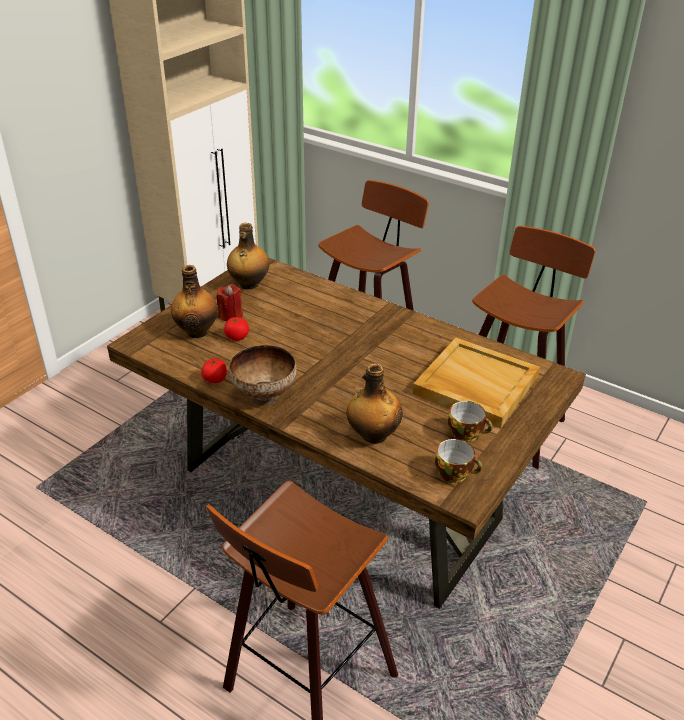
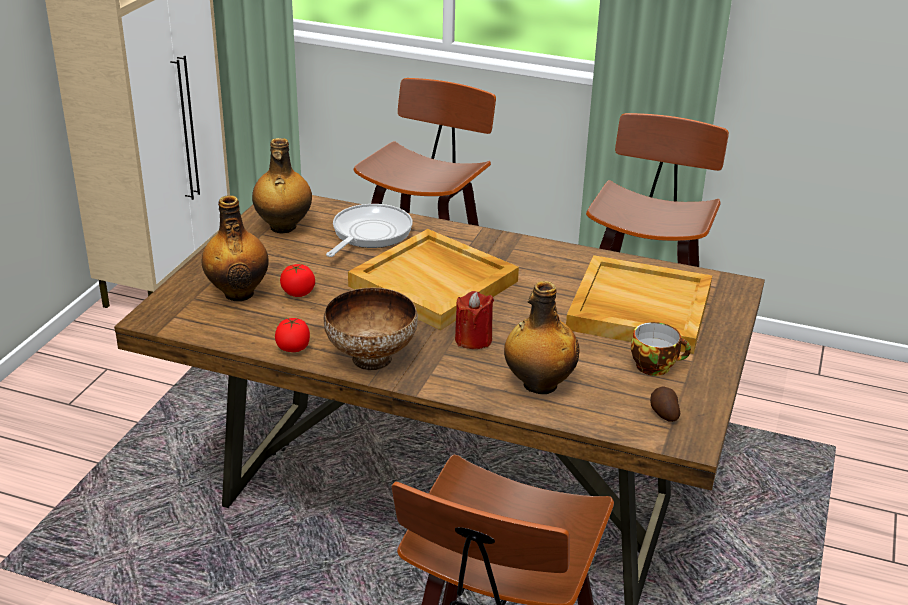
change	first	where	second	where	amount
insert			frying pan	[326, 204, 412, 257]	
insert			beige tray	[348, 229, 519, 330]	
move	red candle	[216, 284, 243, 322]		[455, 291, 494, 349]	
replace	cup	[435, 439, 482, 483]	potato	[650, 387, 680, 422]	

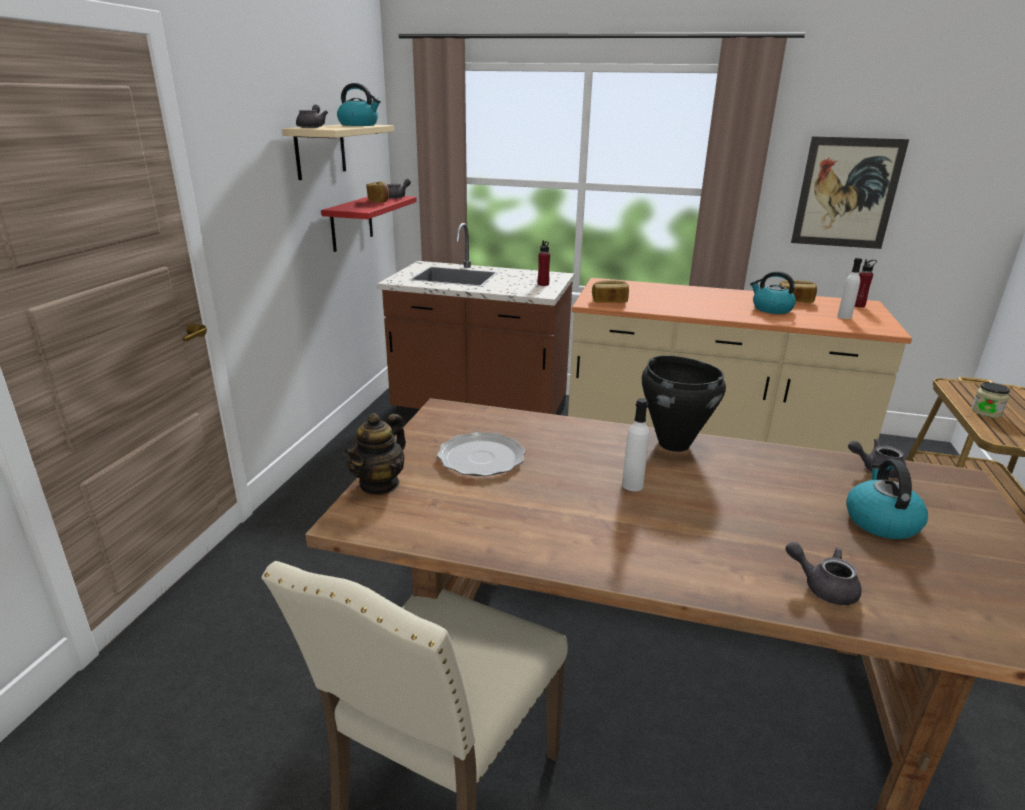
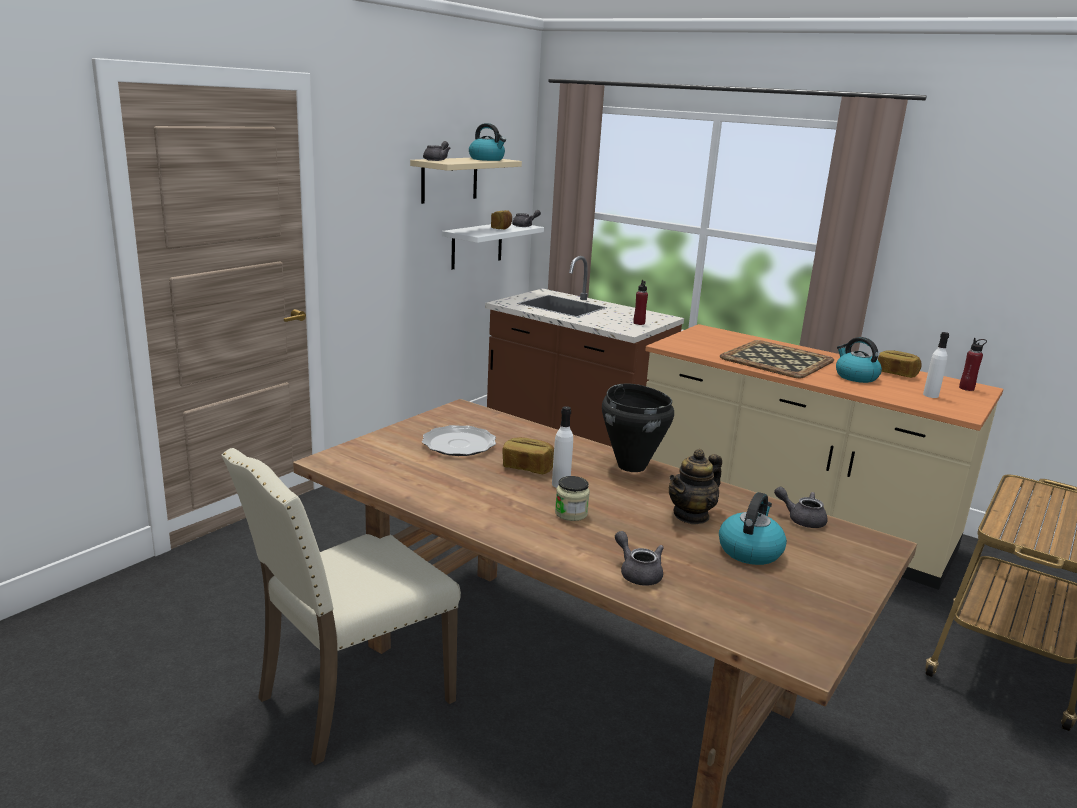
change	first	where	second	where	amount
delete	picture	[791, 136, 909, 249]			
insert			tray	[720, 340, 834, 378]	
move	teapot	[343, 413, 406, 495]		[669, 449, 722, 525]	
move	bread	[592, 280, 629, 303]		[502, 437, 554, 474]	
move	jar	[971, 382, 1010, 418]		[555, 476, 590, 521]	
recolor	red shelf	[321, 196, 417, 252]	white shelf	[442, 223, 544, 270]	

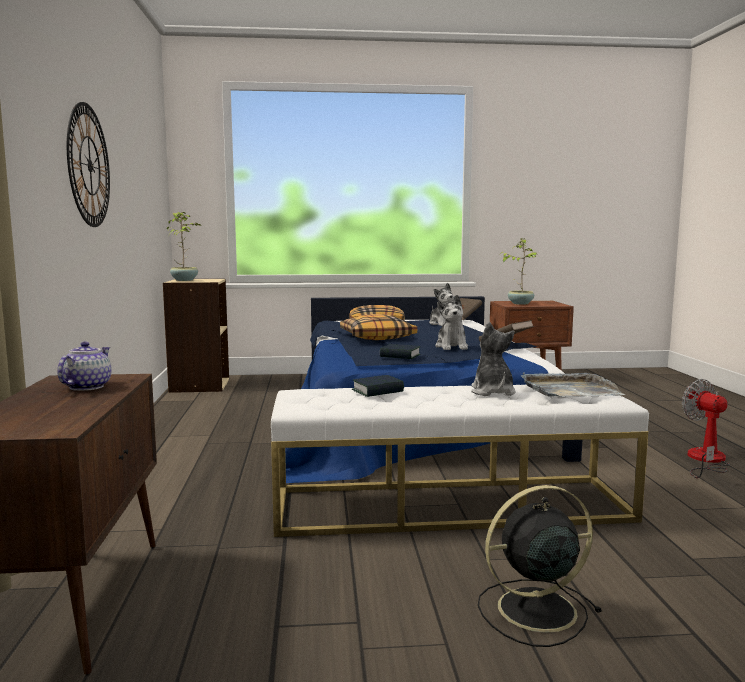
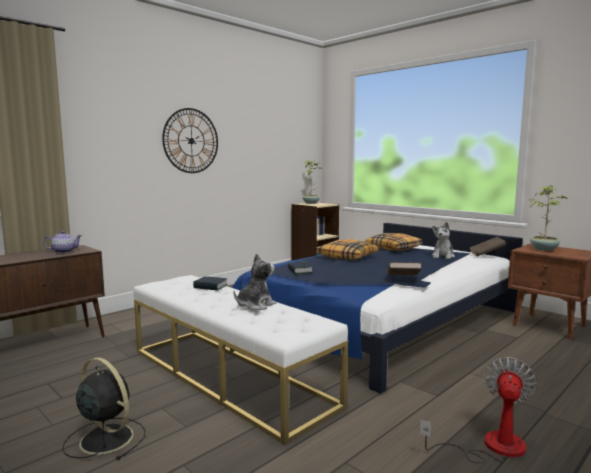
change	first	where	second	where	amount
delete	plush toy	[435, 295, 468, 350]			
delete	grey tray	[521, 372, 626, 397]			

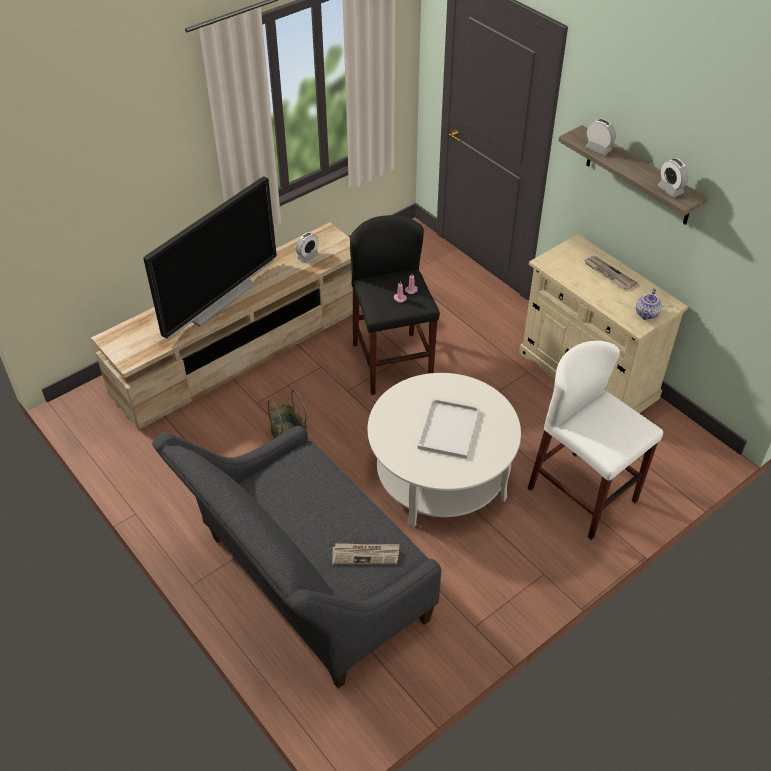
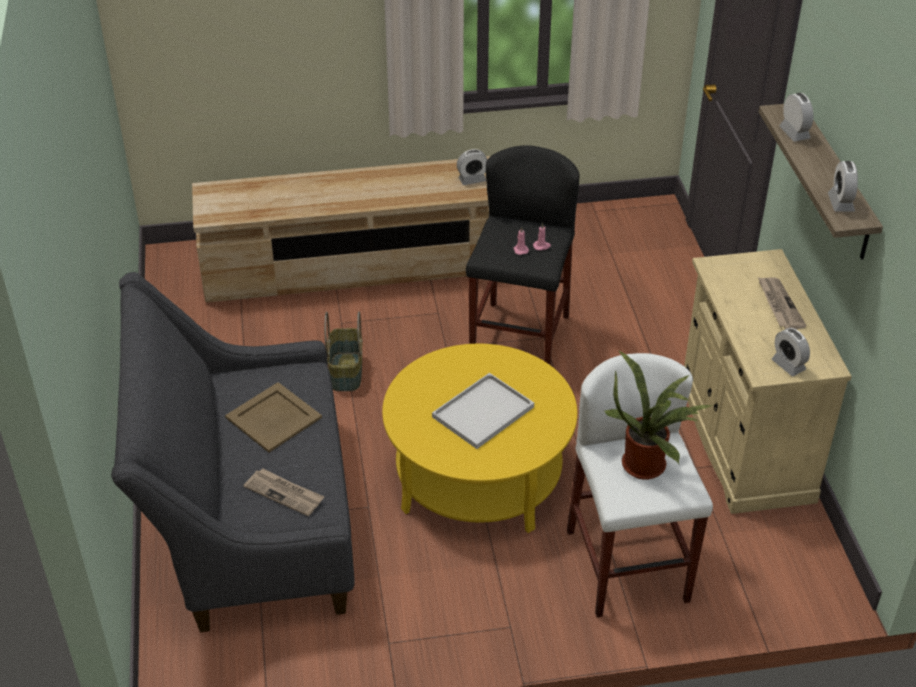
change	first	where	second	where	amount
delete	television	[143, 176, 277, 339]			
insert			beige tray	[225, 382, 322, 452]	
insert			potted plant	[604, 351, 712, 480]	
replace	teapot	[636, 289, 662, 320]	alarm clock	[771, 328, 810, 376]	
recolor	white coffee table	[367, 373, 521, 527]	yellow coffee table	[382, 344, 577, 533]	

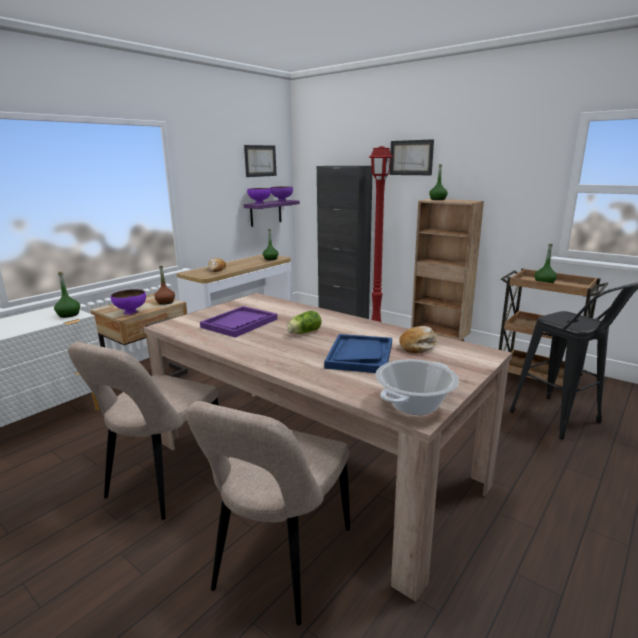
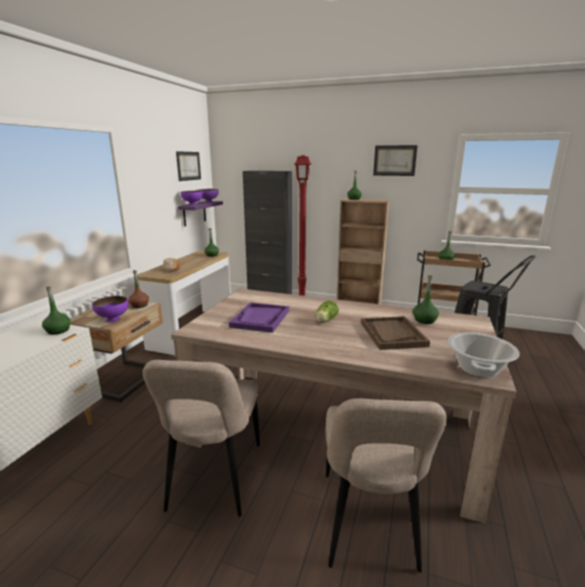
change	first	where	second	where	amount
move	picture	[390, 139, 434, 175]		[373, 145, 417, 176]	
replace	bread	[399, 326, 438, 353]	green bottle	[413, 275, 439, 324]	
recolor	blue tray	[324, 334, 392, 373]	brown tray	[361, 316, 430, 350]	

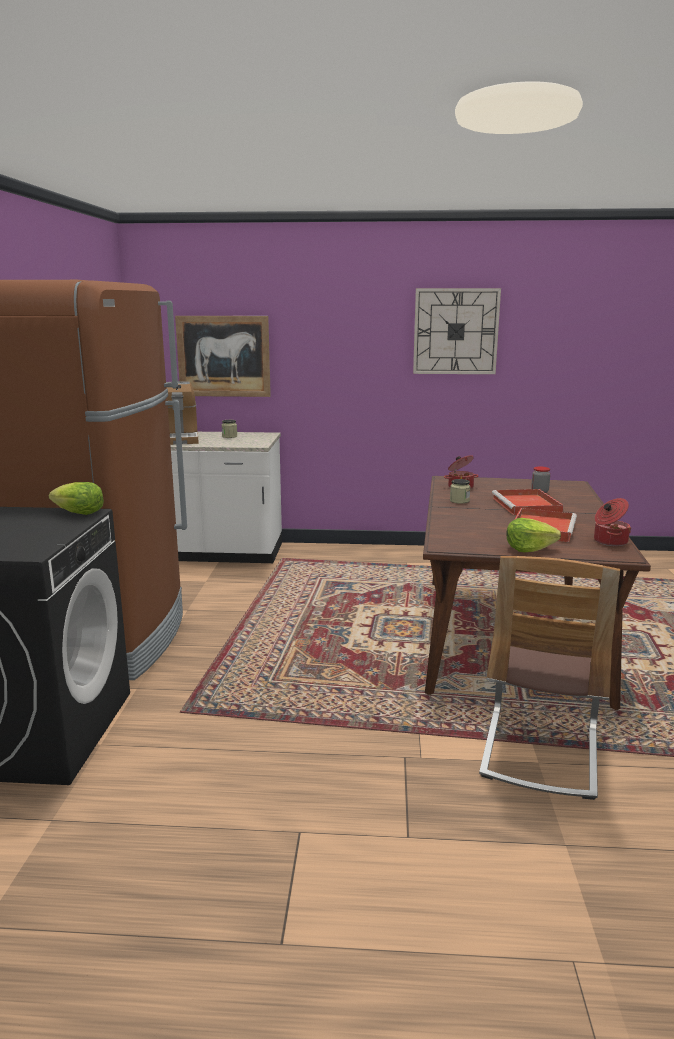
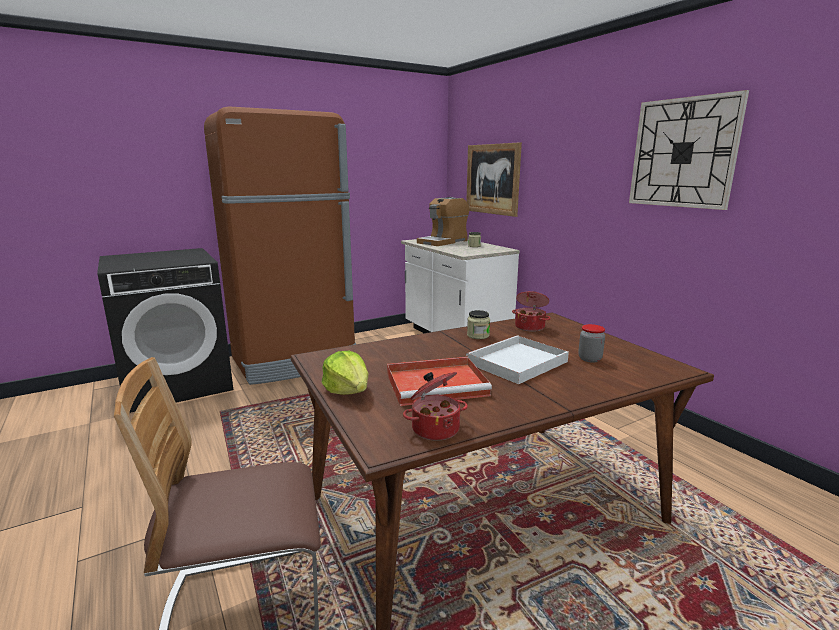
change	first	where	second	where	amount
delete	lettuce	[49, 482, 104, 515]			
recolor	red tray	[492, 489, 564, 515]	white tray	[466, 336, 569, 384]	

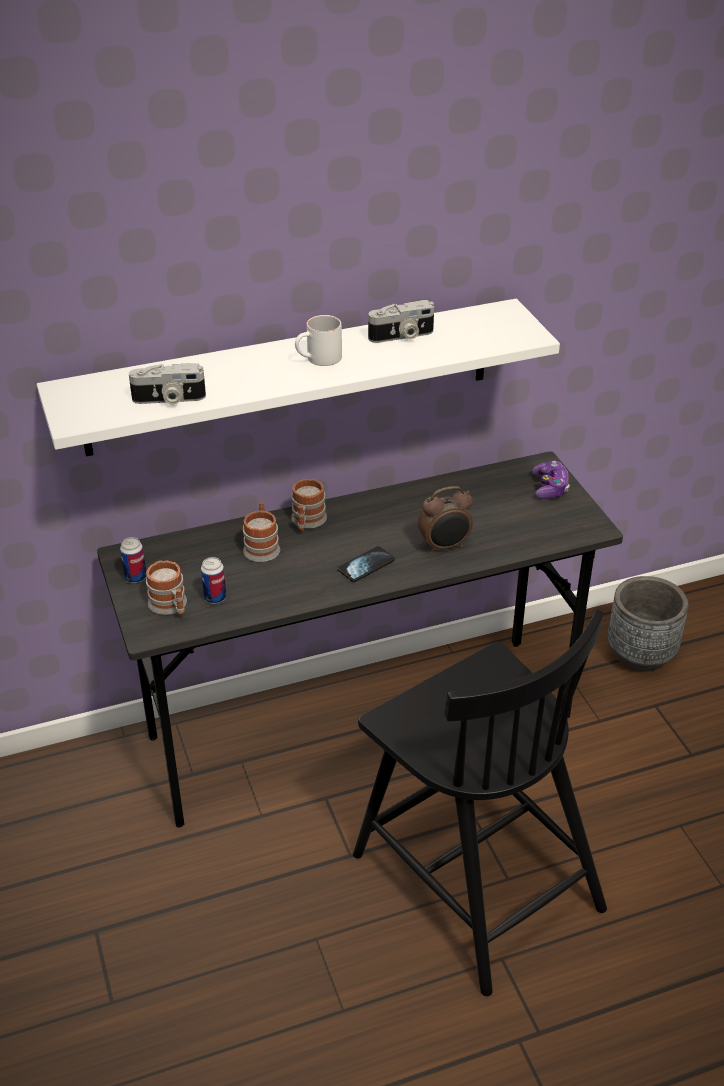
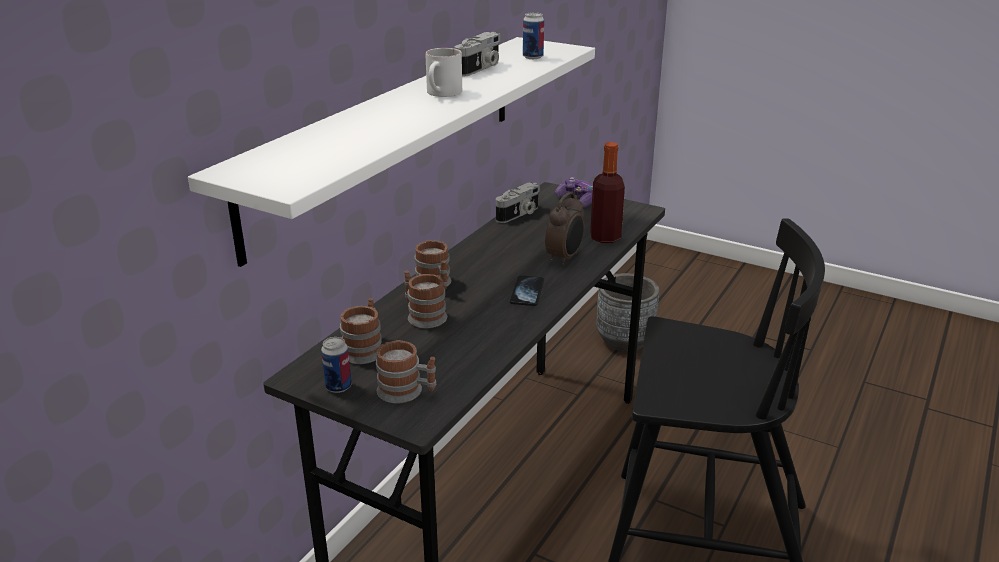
change	first	where	second	where	amount
insert			mug	[340, 298, 382, 364]	
insert			bottle	[590, 142, 625, 243]	
move	photo camera	[129, 363, 206, 404]		[496, 182, 540, 223]	
move	can	[201, 557, 226, 604]		[523, 12, 544, 59]	

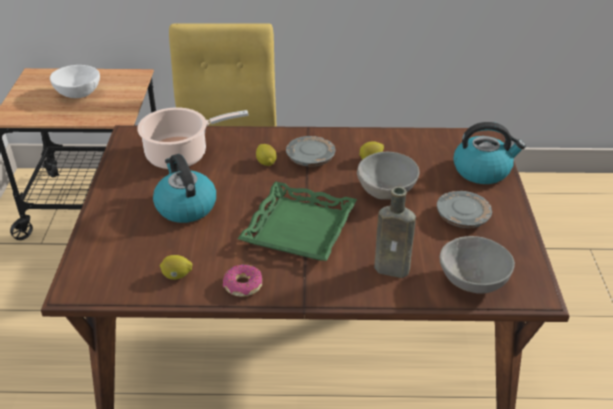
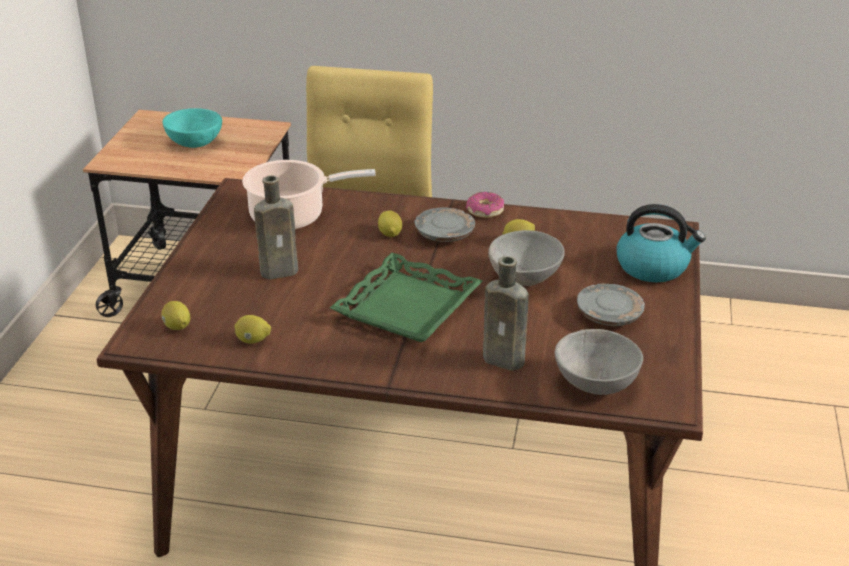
change	first	where	second	where	amount
insert			lemon	[161, 301, 190, 330]	
move	donut	[223, 264, 262, 297]		[466, 192, 504, 218]	
replace	kettle	[153, 154, 216, 223]	brown bottle	[254, 175, 298, 279]	
recolor	white bowl	[50, 65, 100, 98]	turquoise bowl	[162, 108, 222, 148]	

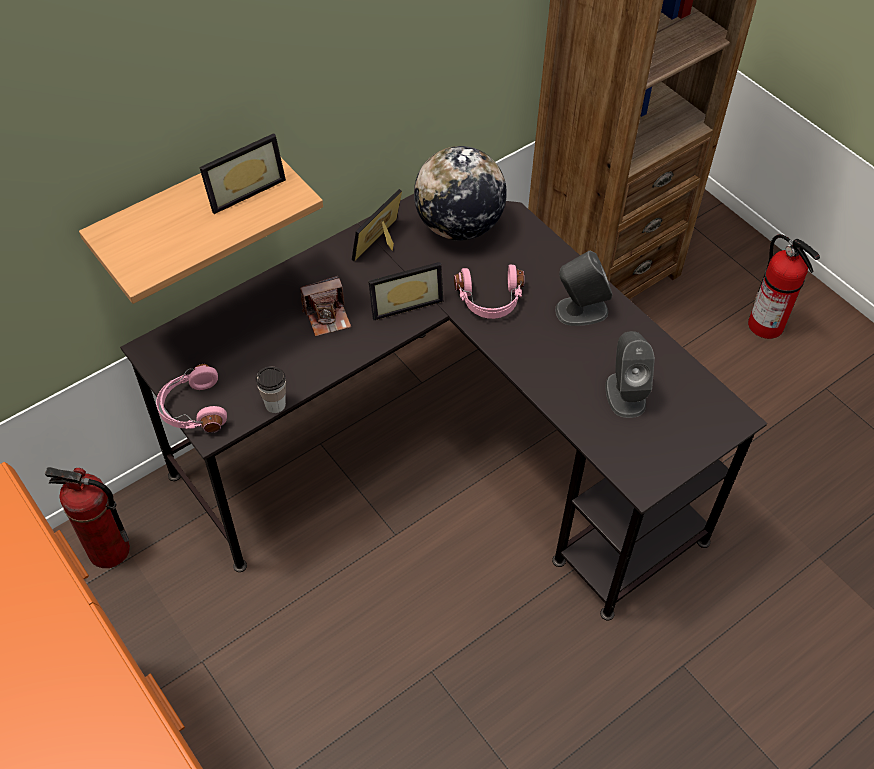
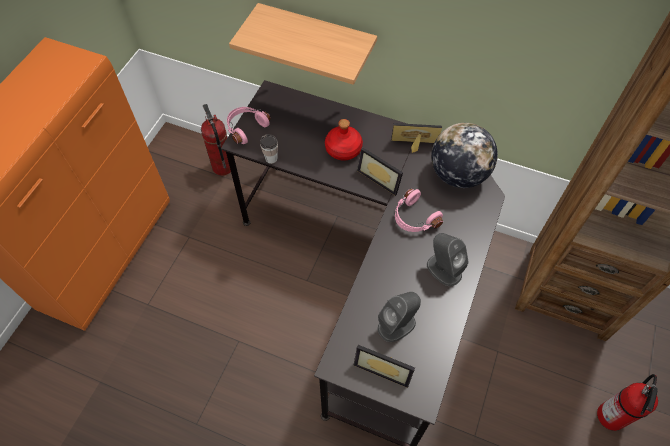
change	first	where	second	where	amount
move	picture frame	[199, 133, 286, 214]		[354, 345, 415, 388]	
replace	photo camera	[300, 276, 351, 337]	red bottle	[325, 119, 363, 161]	

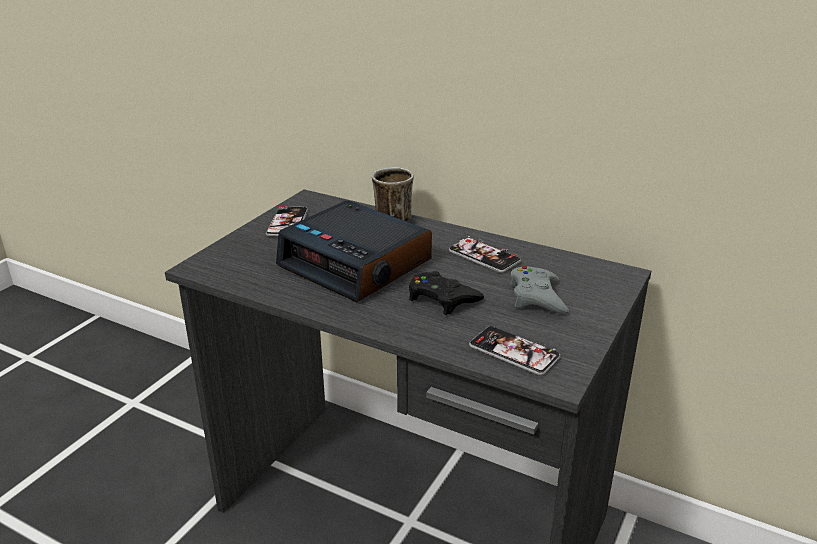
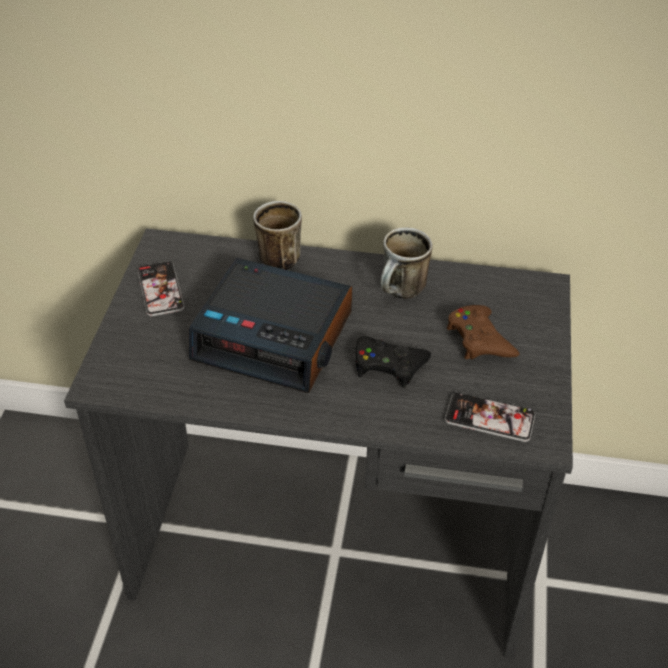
change	first	where	second	where	amount
replace	phone	[449, 236, 521, 273]	mug	[380, 227, 432, 299]	
recolor	grey game controller	[510, 266, 570, 314]	brown game controller	[447, 305, 519, 360]	

